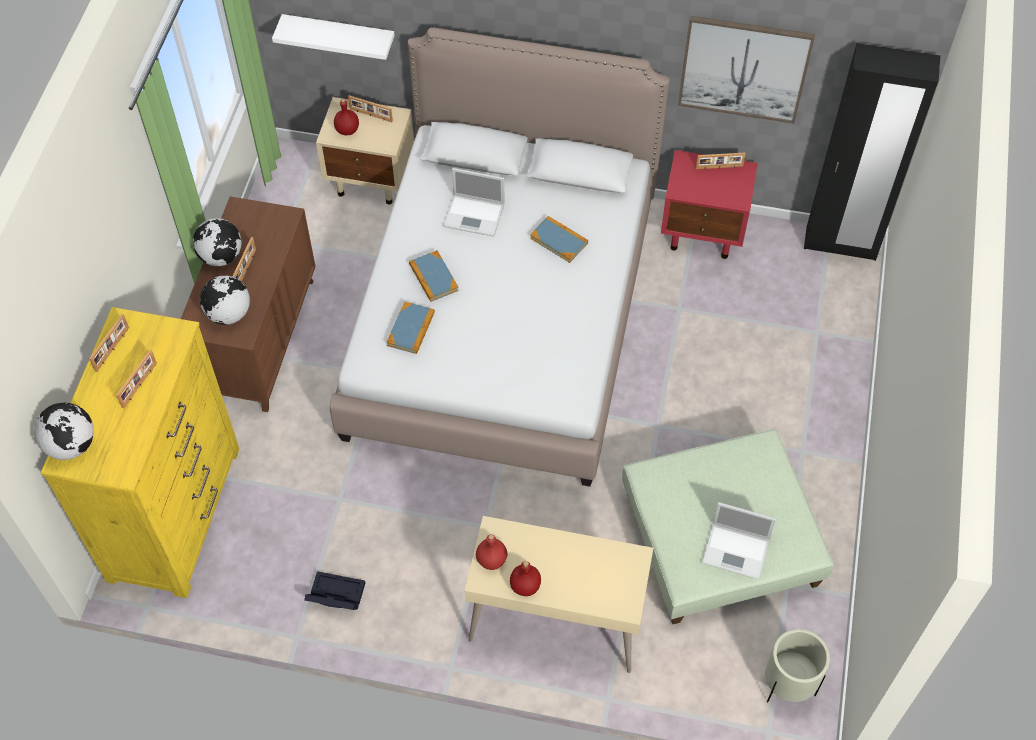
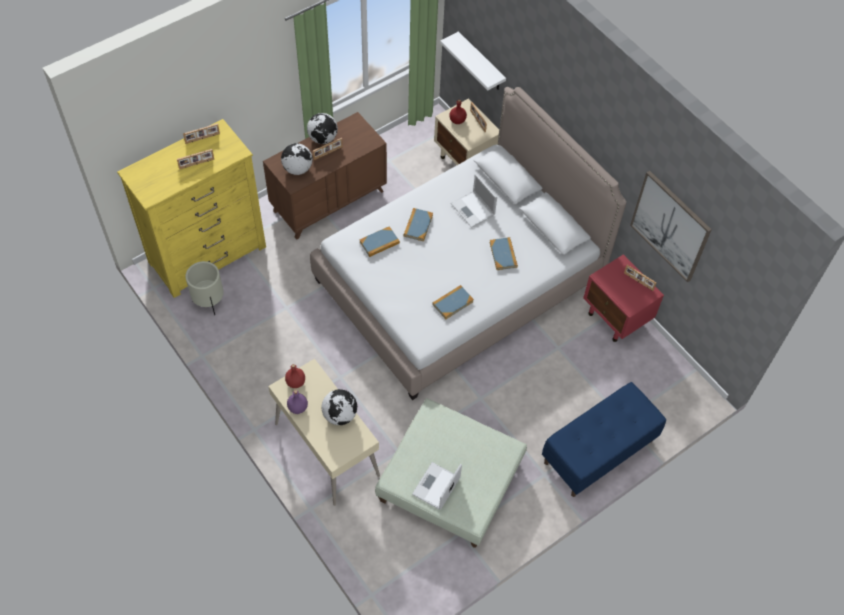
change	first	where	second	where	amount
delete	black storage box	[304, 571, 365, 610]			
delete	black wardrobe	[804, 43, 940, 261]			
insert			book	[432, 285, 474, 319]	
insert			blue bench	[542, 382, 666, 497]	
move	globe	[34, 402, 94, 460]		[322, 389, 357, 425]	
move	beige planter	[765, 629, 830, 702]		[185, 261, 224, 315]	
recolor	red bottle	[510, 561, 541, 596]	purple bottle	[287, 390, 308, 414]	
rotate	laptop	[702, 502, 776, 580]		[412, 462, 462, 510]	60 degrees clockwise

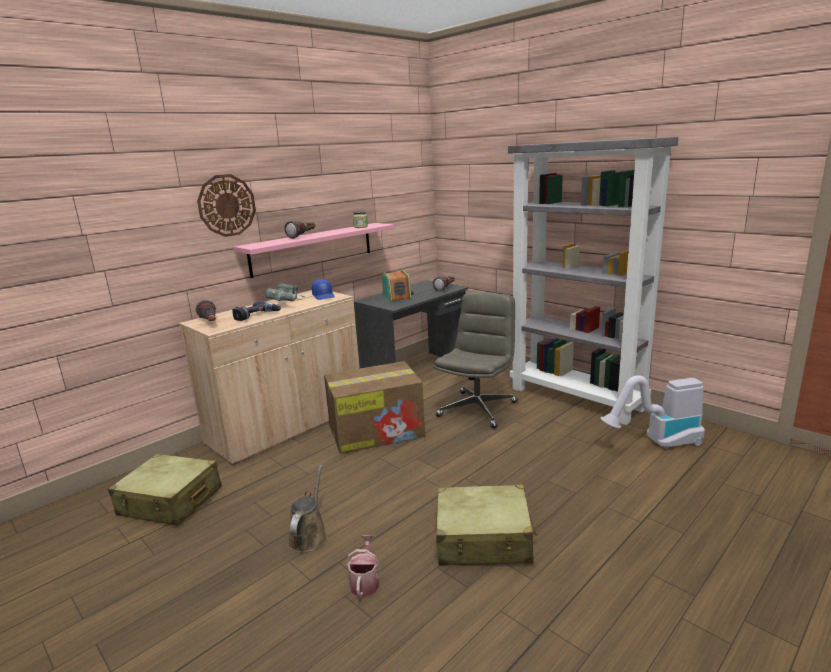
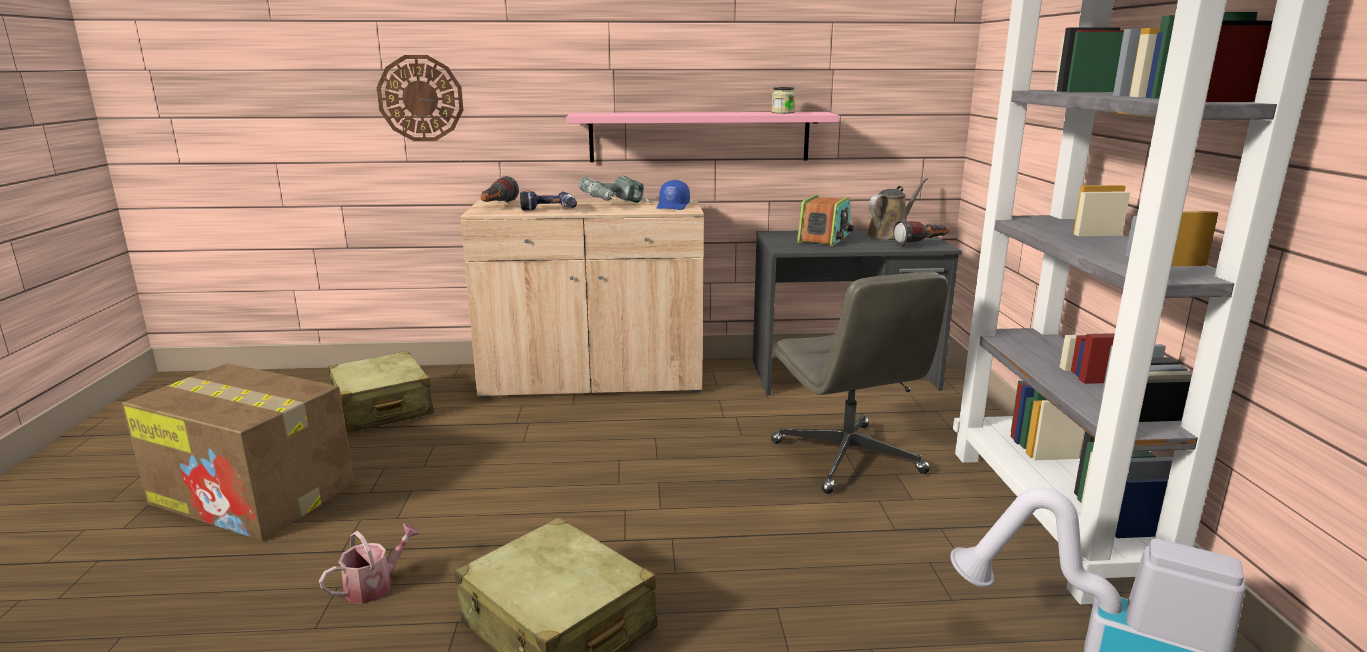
change	first	where	second	where	amount
delete	flashlight	[285, 221, 316, 239]			
move	wall clock	[197, 174, 256, 237]		[377, 55, 463, 141]	
move	brown watering can	[288, 465, 328, 553]		[866, 178, 928, 240]	
move	cardboard box	[324, 361, 425, 454]		[122, 363, 354, 541]	
rotate	grey office chair	[434, 292, 518, 428]		[771, 272, 949, 494]	90 degrees clockwise

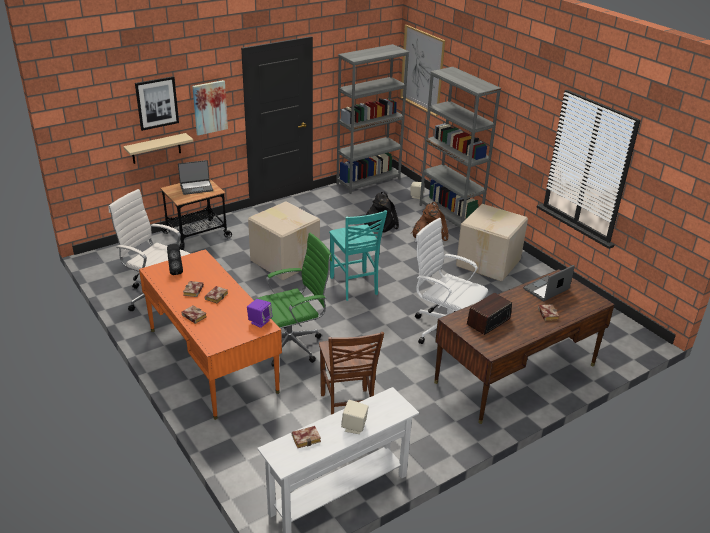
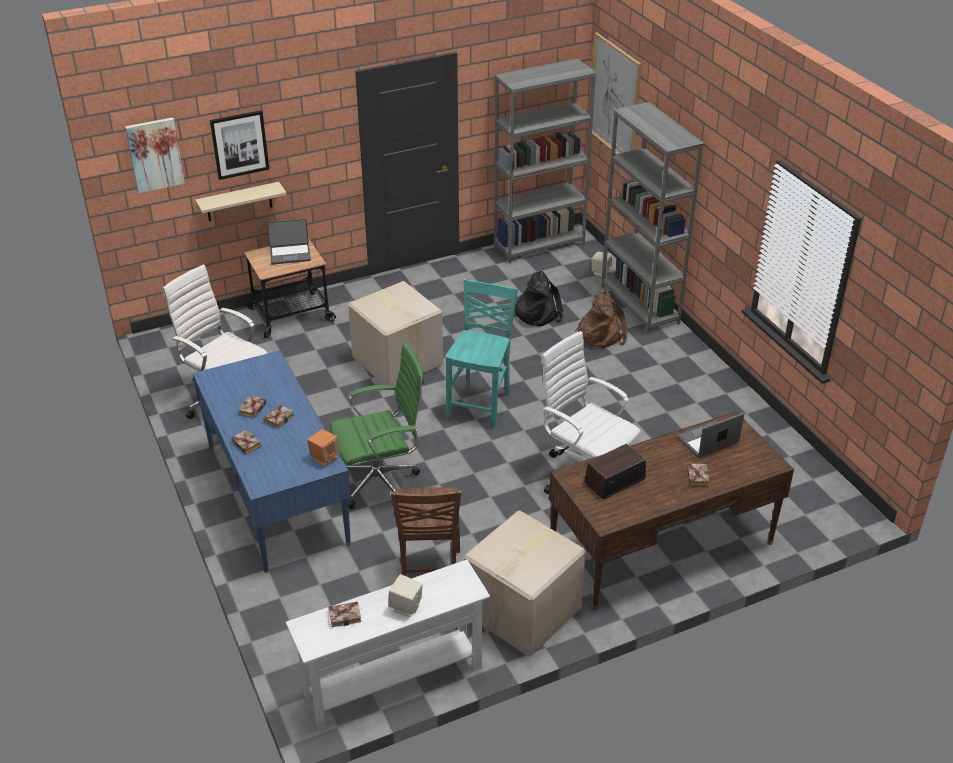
change	first	where	second	where	amount
delete	black speaker	[167, 244, 183, 275]			
move	picture	[192, 80, 228, 135]		[125, 117, 185, 193]	
move	cardboard box	[456, 204, 528, 281]		[464, 510, 586, 656]	
recolor	orange desk	[139, 249, 282, 420]	blue desk	[193, 350, 351, 573]	
recolor	purple speaker	[247, 299, 272, 328]	orange speaker	[307, 429, 340, 466]	
rotate	turquoise chair	[329, 210, 387, 301]		[445, 279, 518, 428]	150 degrees counterclockwise

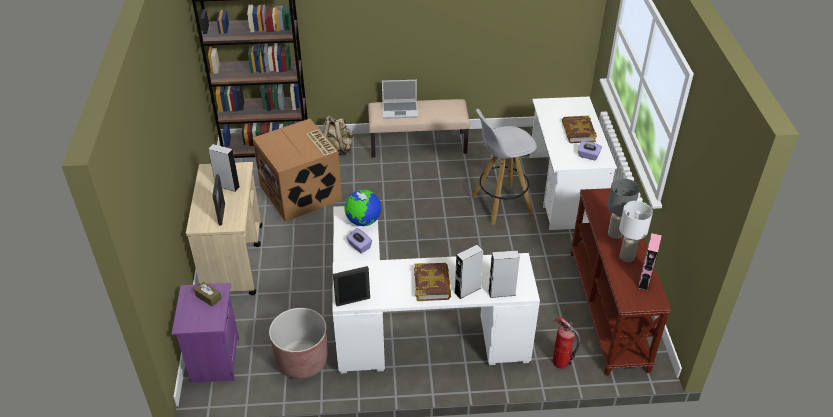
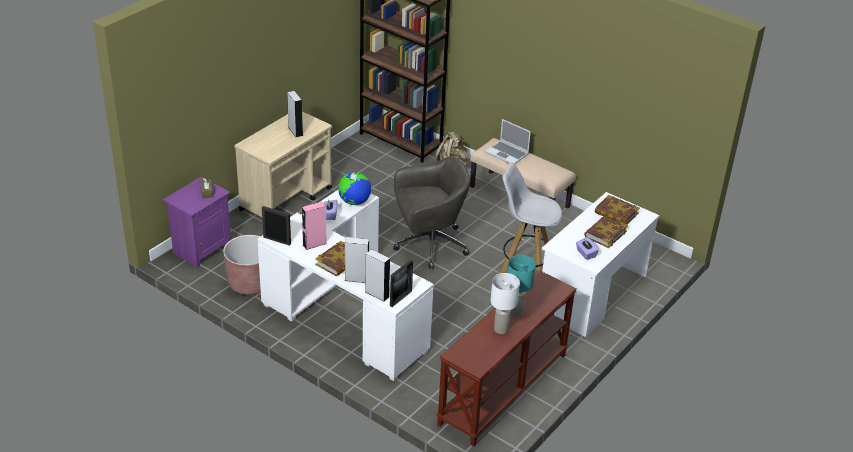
change	first	where	second	where	amount
delete	cardboard box	[252, 119, 342, 222]			
delete	fire extinguisher	[553, 316, 580, 369]			
insert			grey office chair	[393, 156, 470, 269]	
insert			book	[595, 195, 640, 225]	
move	picture frame	[212, 174, 225, 225]		[390, 260, 413, 307]	
move	pink speaker	[638, 233, 662, 291]		[302, 202, 327, 250]	
recolor	grey table lamp	[607, 178, 640, 239]	turquoise table lamp	[508, 255, 536, 316]	

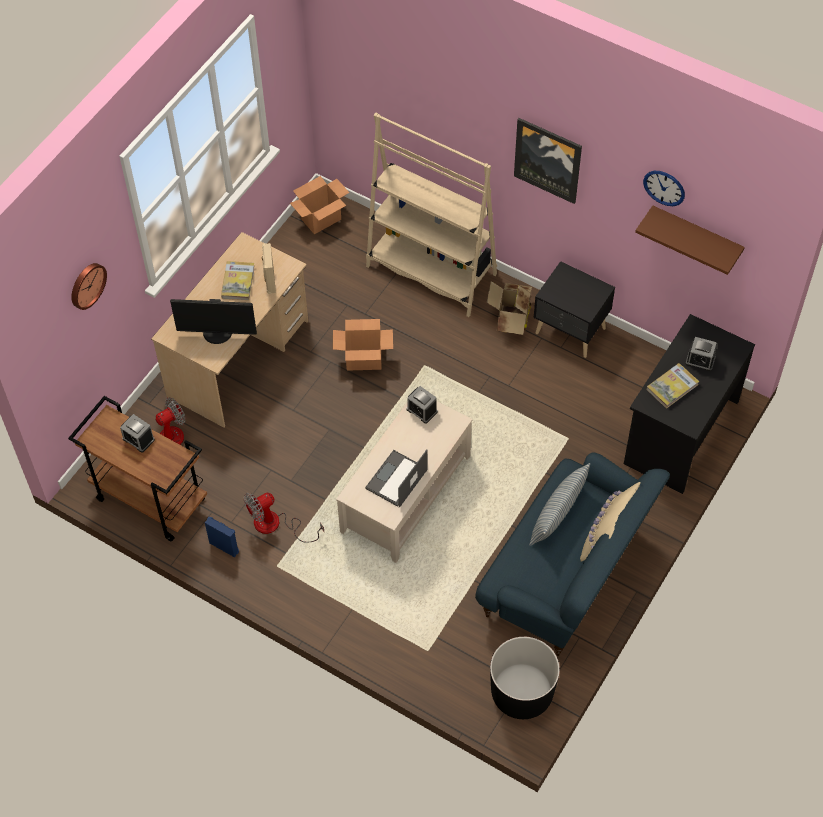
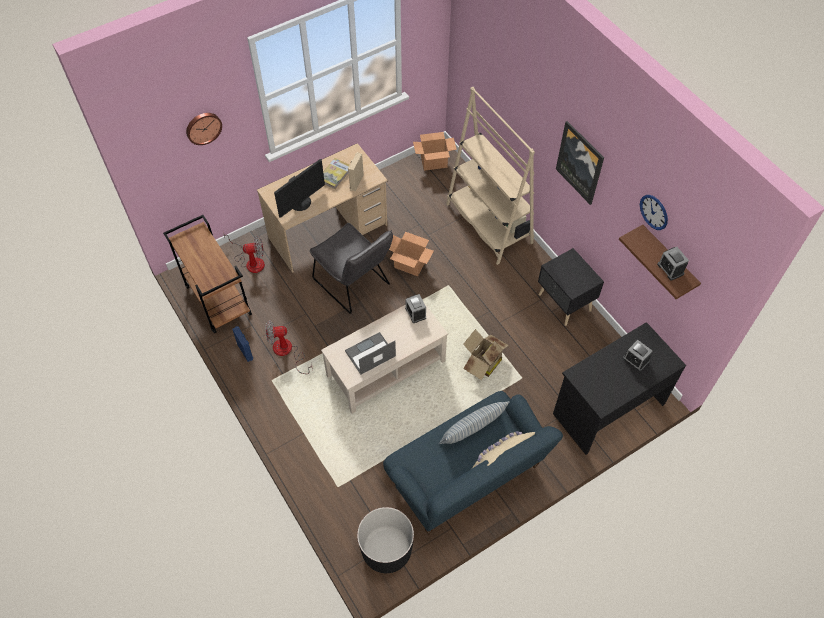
change	first	where	second	where	amount
delete	book	[647, 363, 699, 409]			
insert			grey chair	[310, 223, 393, 314]	
move	alarm clock	[120, 414, 155, 453]		[657, 247, 689, 281]	
move	cardboard box	[487, 281, 532, 335]		[463, 329, 509, 380]	
rotate	monitor	[170, 299, 257, 344]		[274, 159, 325, 218]	75 degrees counterclockwise

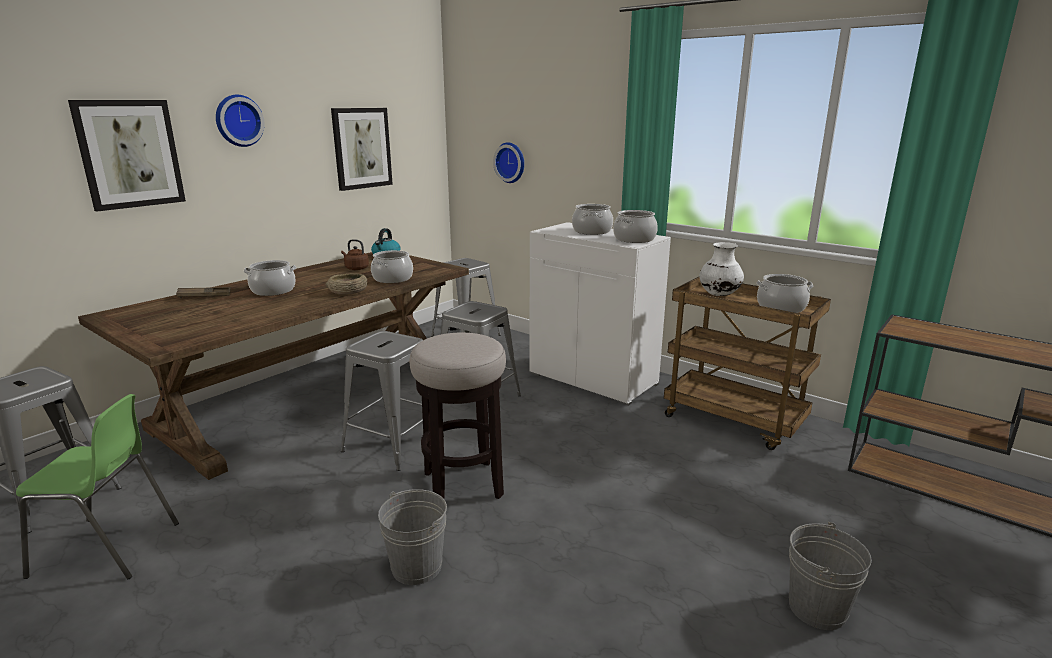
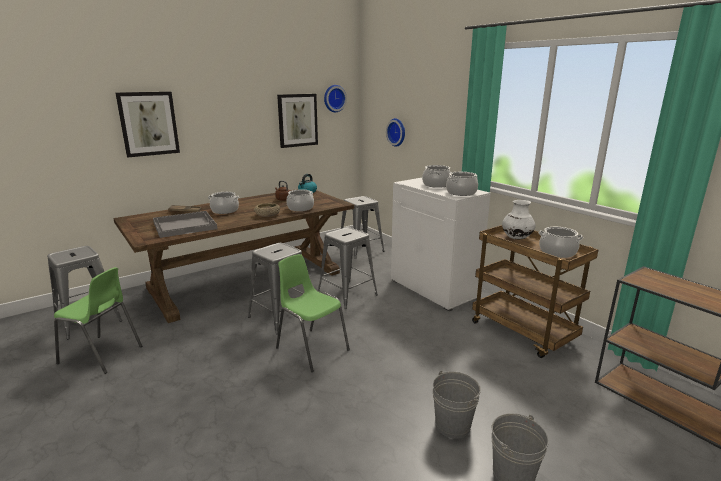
change	first	where	second	where	amount
insert			grey tray	[153, 211, 217, 238]	
move	wall clock	[216, 95, 265, 147]		[324, 85, 347, 112]	
move	grey bucket	[378, 489, 447, 585]		[433, 371, 481, 439]	
replace	stool	[410, 333, 506, 499]	green chair	[276, 254, 350, 372]	

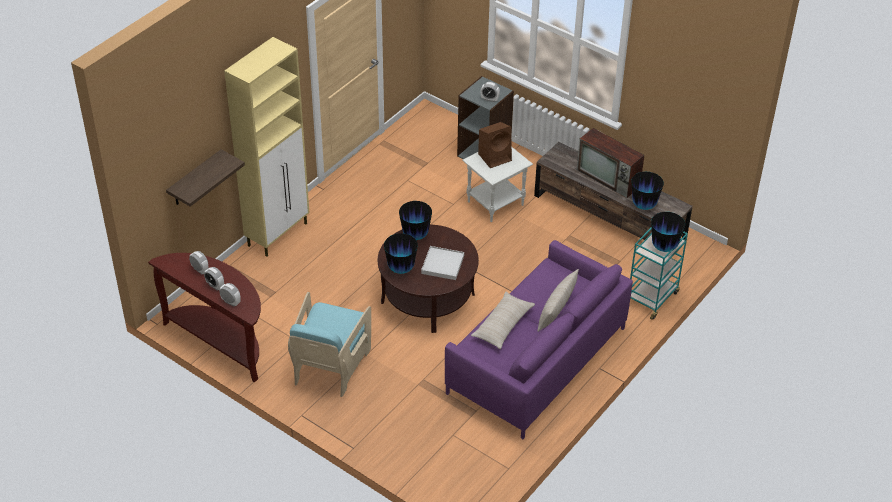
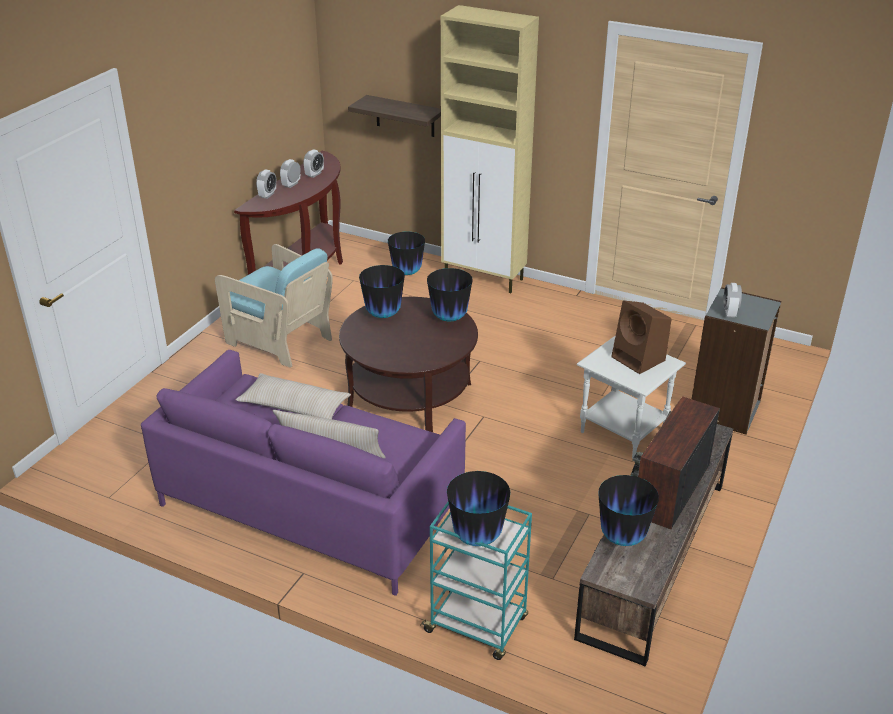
change	first	where	second	where	amount
delete	white tray	[421, 246, 464, 280]			
insert			vase	[388, 232, 425, 275]	
rotate	turquoise armchair	[288, 292, 371, 397]		[215, 244, 333, 368]	150 degrees counterclockwise

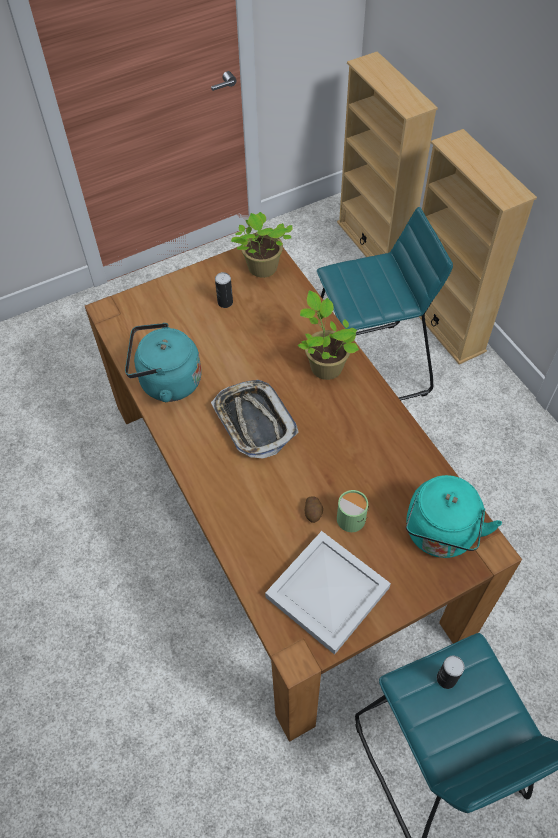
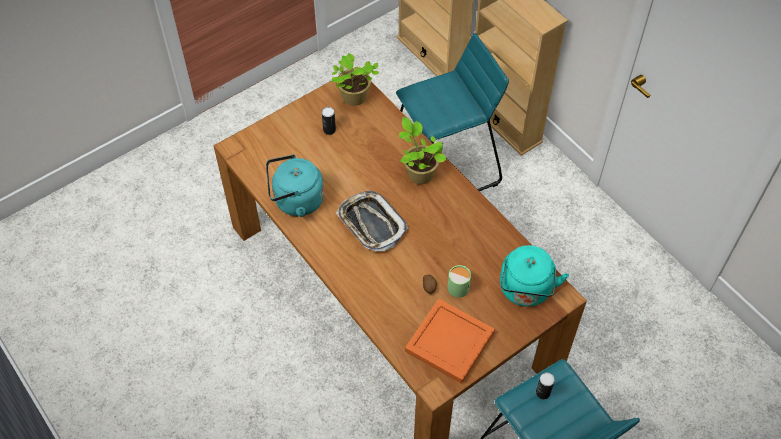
change	first	where	second	where	amount
recolor	white tray	[265, 531, 391, 655]	orange tray	[405, 299, 495, 384]	

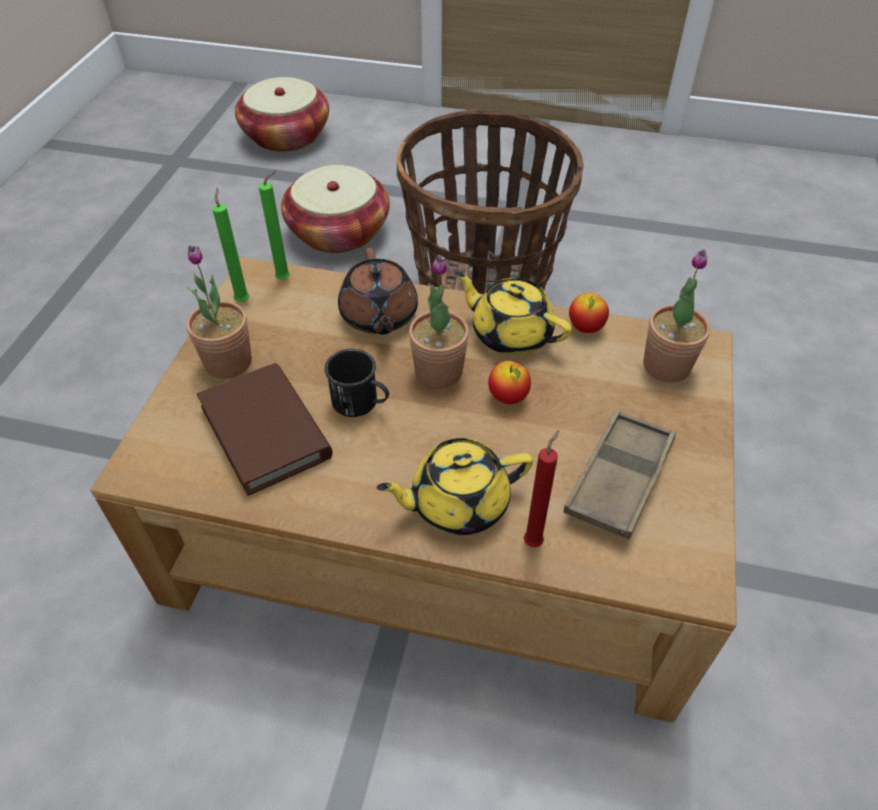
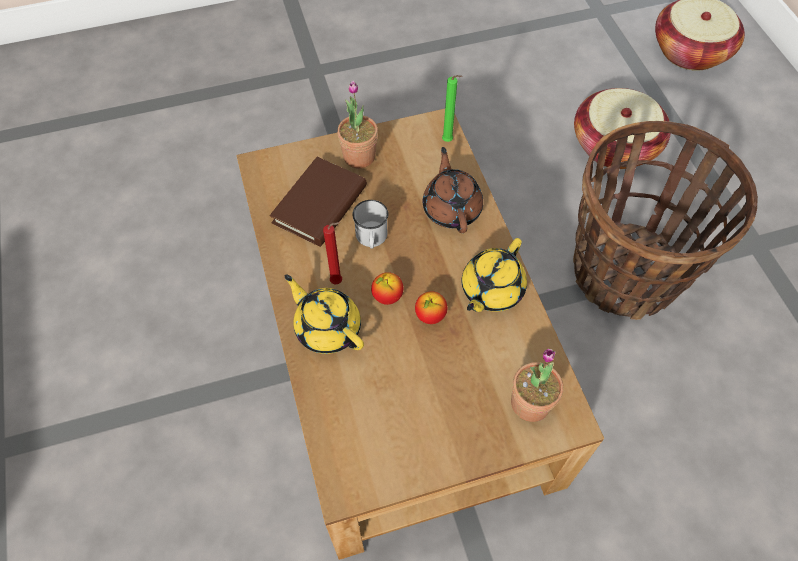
change	first	where	second	where	amount
delete	green candle	[212, 188, 250, 302]			
delete	potted plant	[409, 255, 469, 389]			
delete	brown tray	[564, 410, 676, 540]			
move	red candle	[524, 430, 559, 547]		[323, 222, 342, 284]	
move	apple	[569, 293, 609, 333]		[371, 272, 403, 305]	
recolor	black mug	[324, 349, 389, 417]	white mug	[352, 200, 388, 248]	
rotate	brown teapot	[338, 248, 418, 335]		[423, 147, 483, 233]	120 degrees clockwise
rotate	yellow teapot	[455, 271, 572, 355]		[462, 238, 527, 312]	150 degrees counterclockwise

